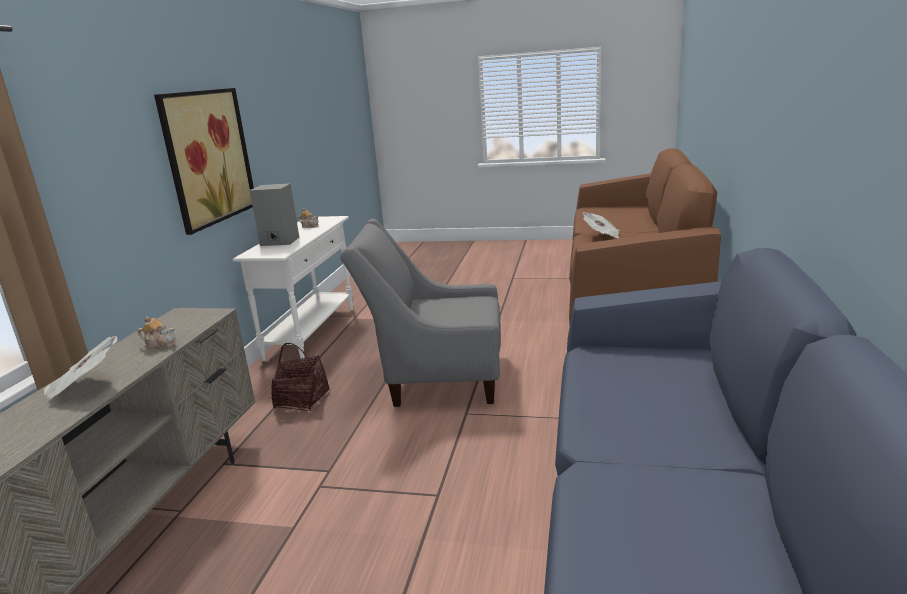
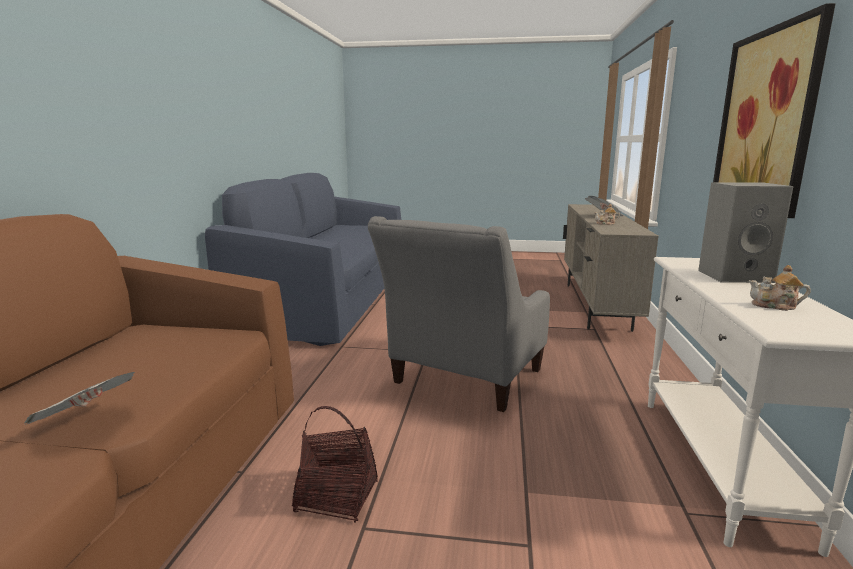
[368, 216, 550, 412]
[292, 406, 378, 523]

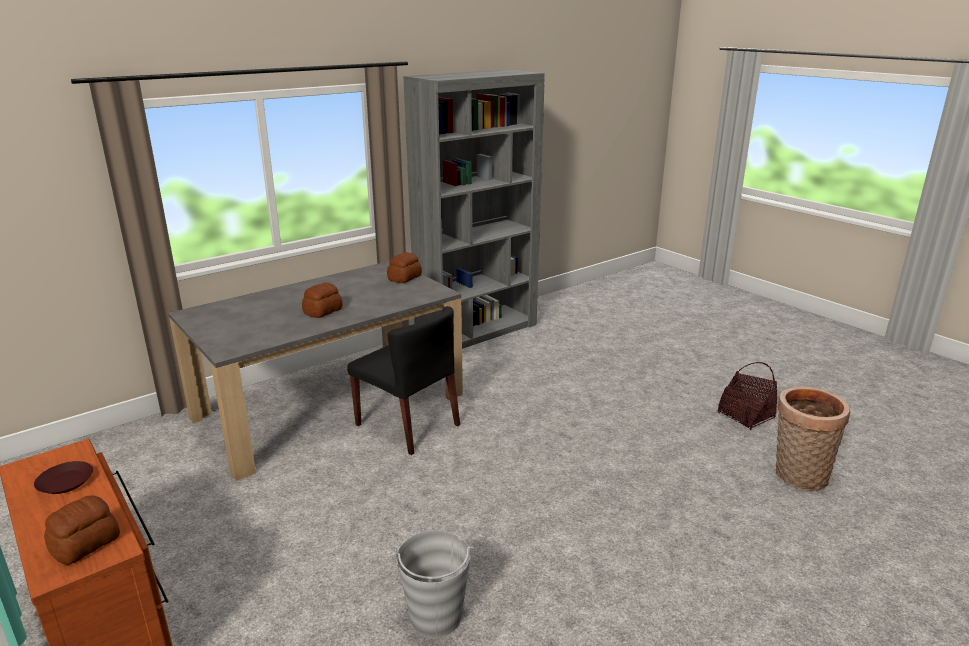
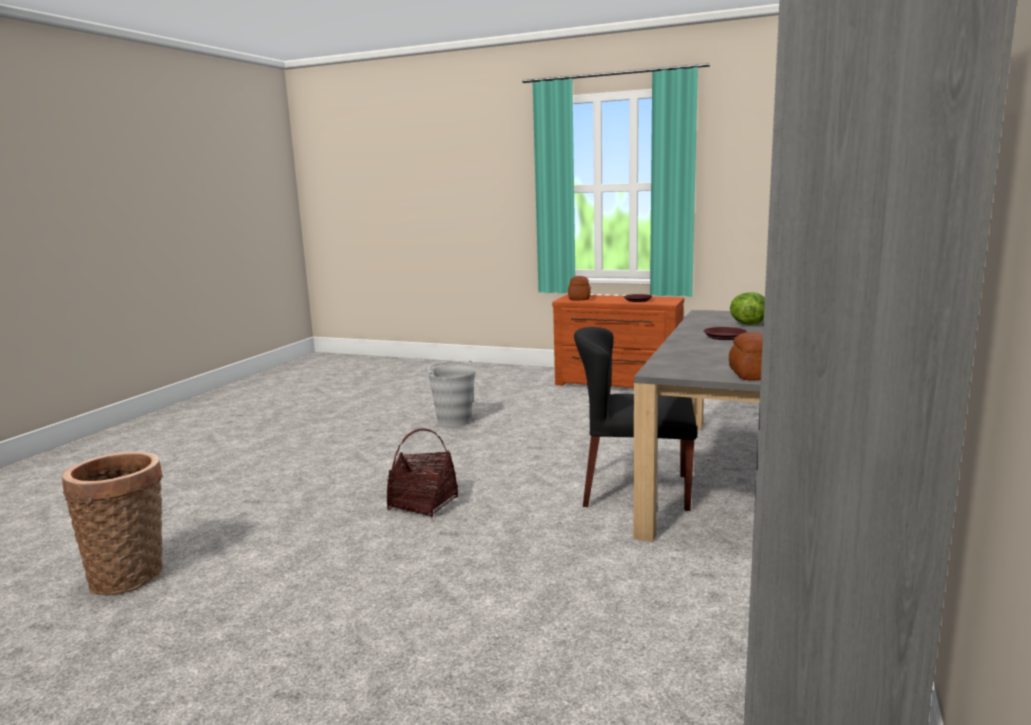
[703, 327, 747, 340]
[386, 428, 458, 517]
[730, 292, 765, 325]

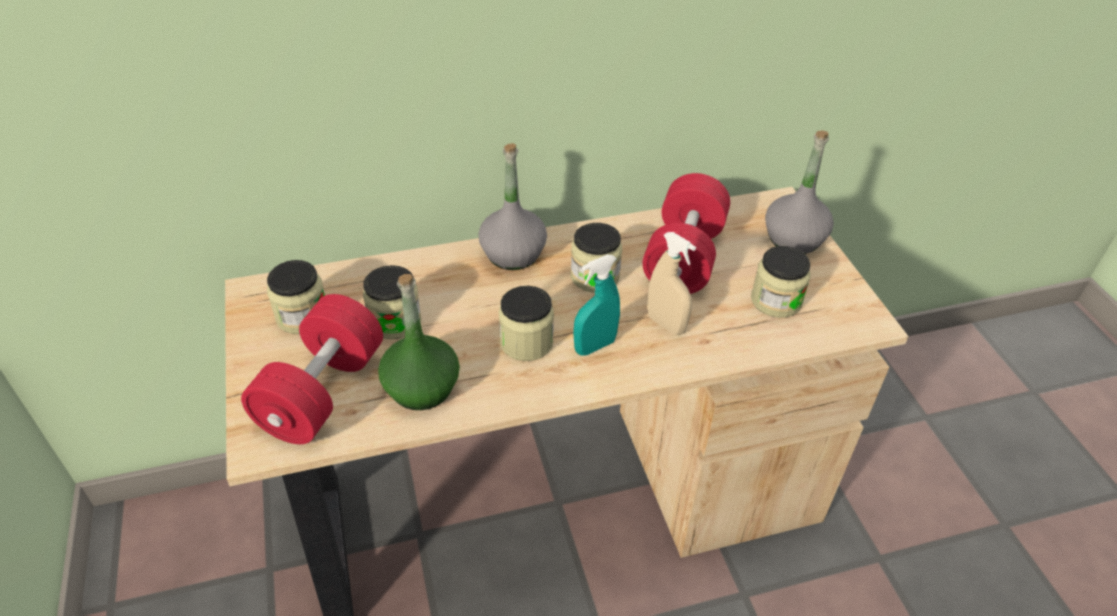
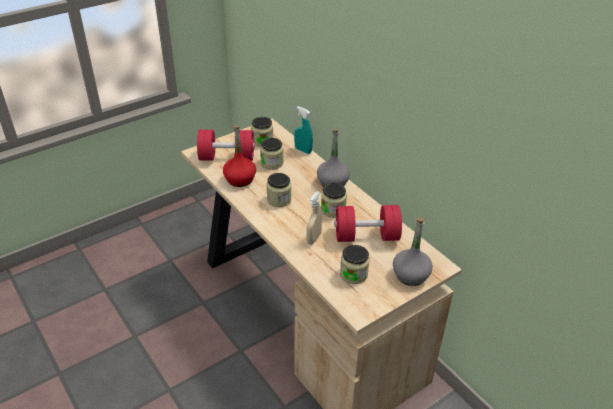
[294, 106, 313, 154]
[223, 126, 256, 187]

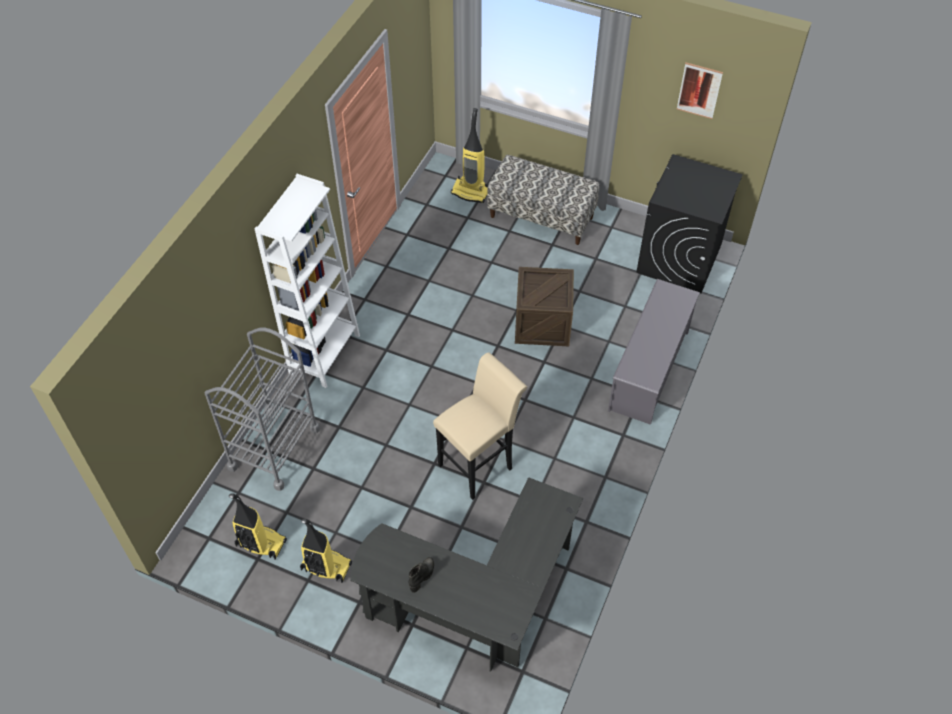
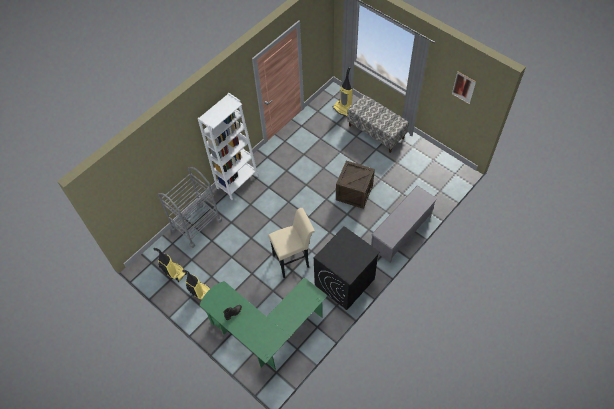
[314, 226, 380, 310]
[200, 277, 328, 369]

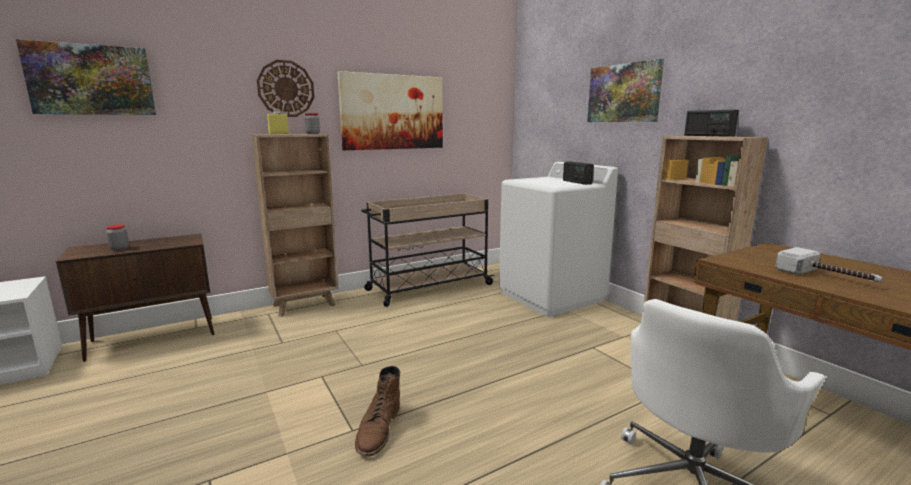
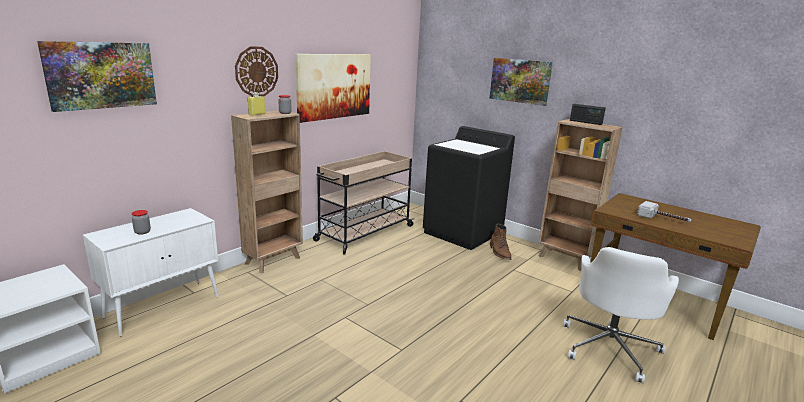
[563, 161, 594, 185] (first image)
[423, 126, 515, 250]
[83, 208, 219, 337]
[490, 224, 512, 260]

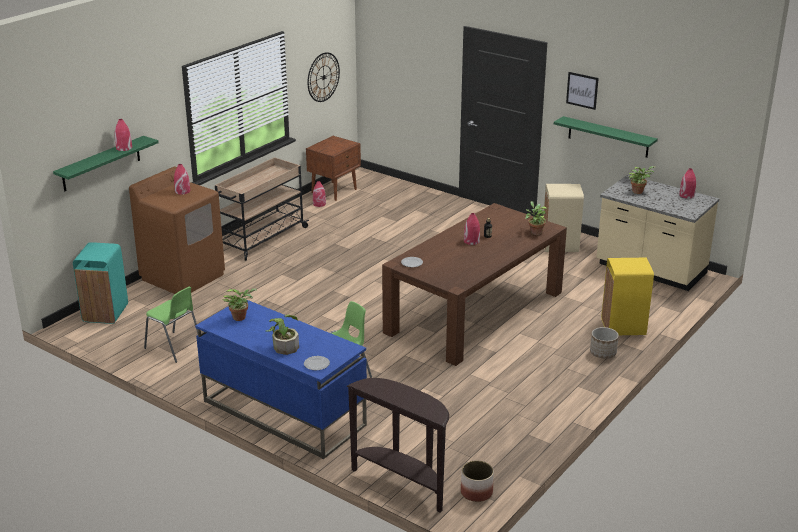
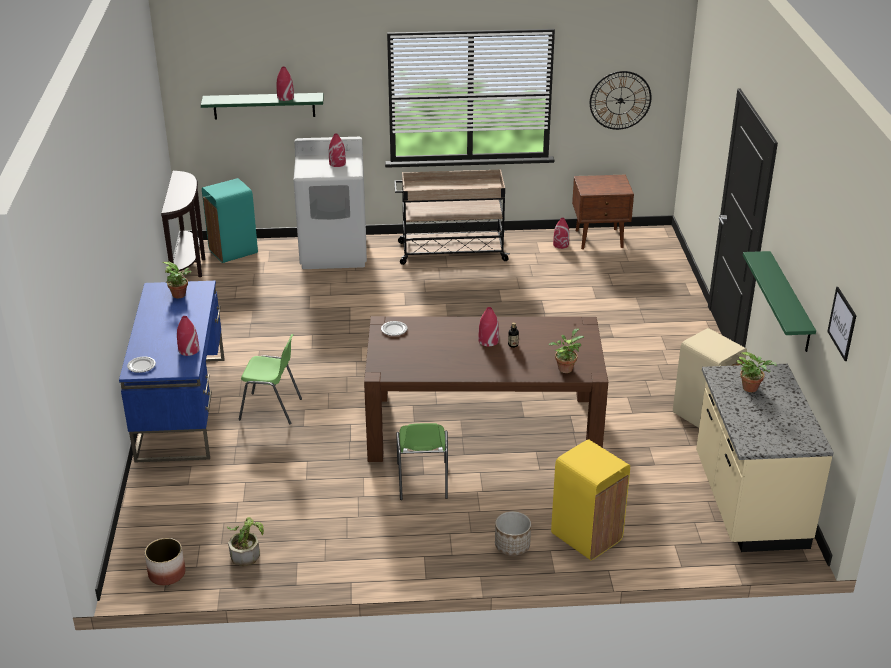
[827, 287, 857, 361]
[293, 137, 367, 269]
[177, 316, 199, 356]
[396, 423, 448, 500]
[227, 517, 264, 566]
[161, 171, 205, 277]

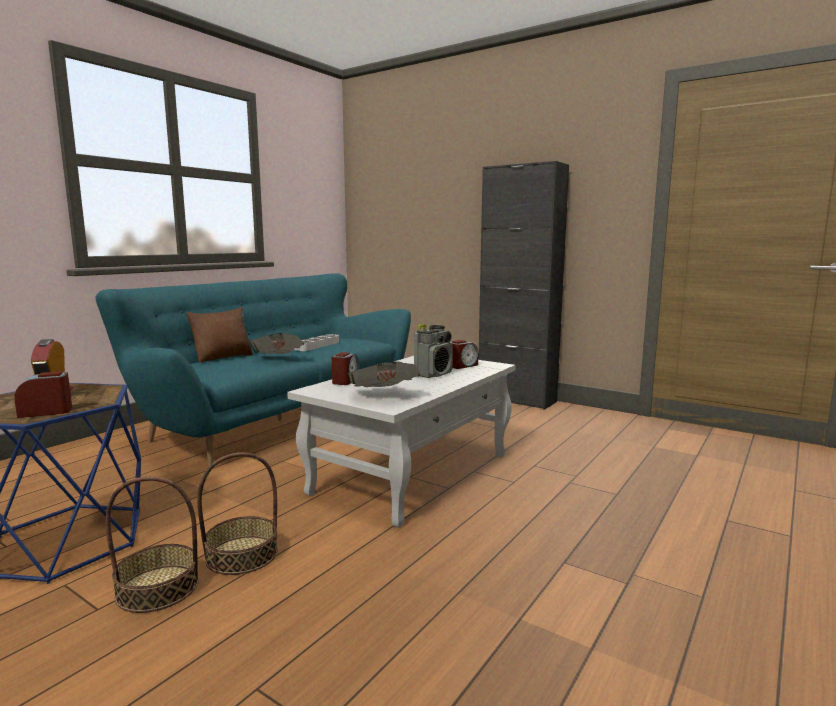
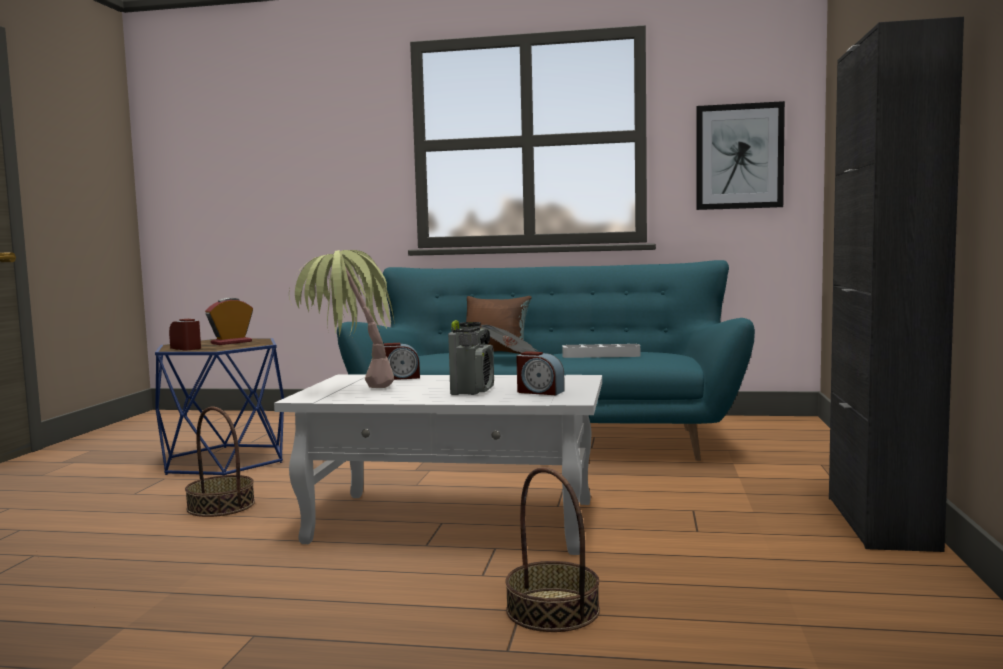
[448, 320, 494, 395]
[289, 250, 395, 388]
[505, 467, 600, 632]
[696, 101, 785, 210]

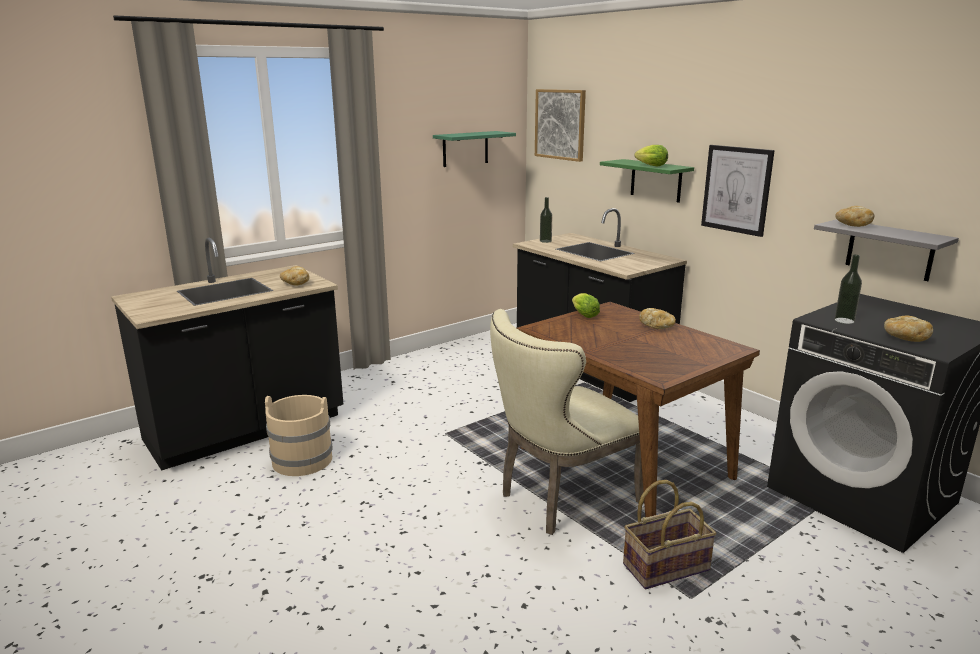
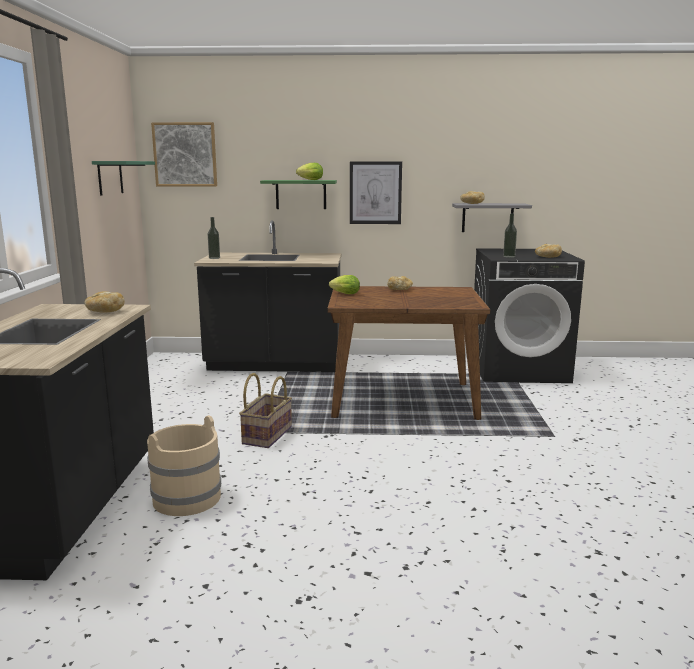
[490, 309, 644, 535] (first image)
[239, 373, 292, 448]

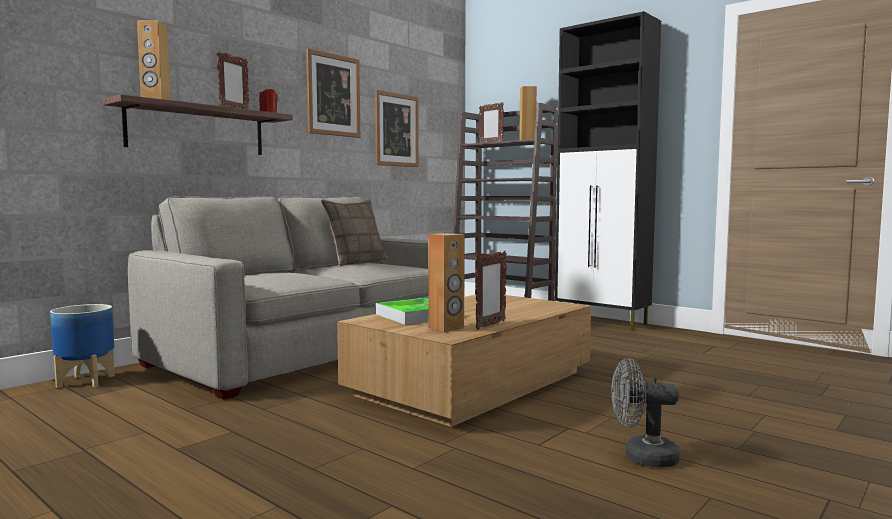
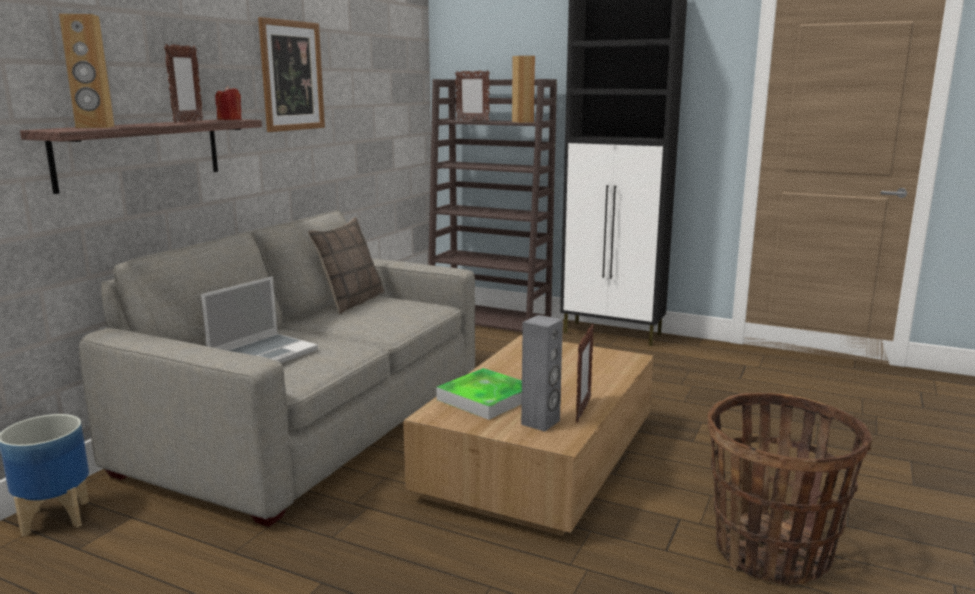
[375, 90, 419, 167] (first image)
[521, 315, 563, 432]
[708, 393, 872, 585]
[201, 276, 318, 363]

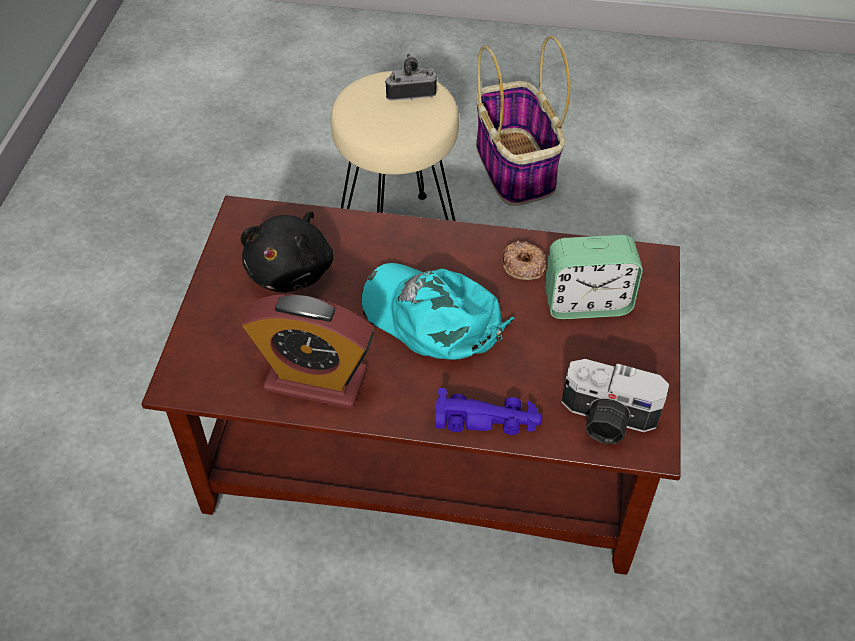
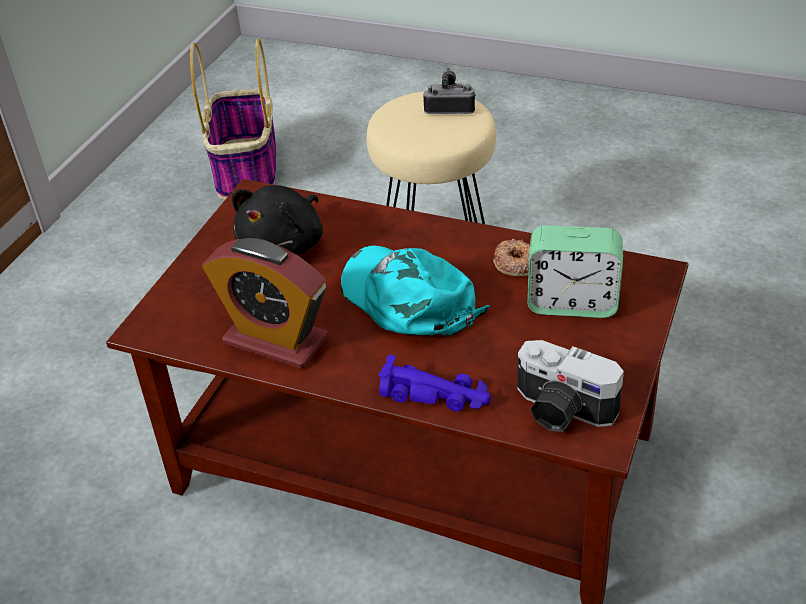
[190, 38, 276, 200]

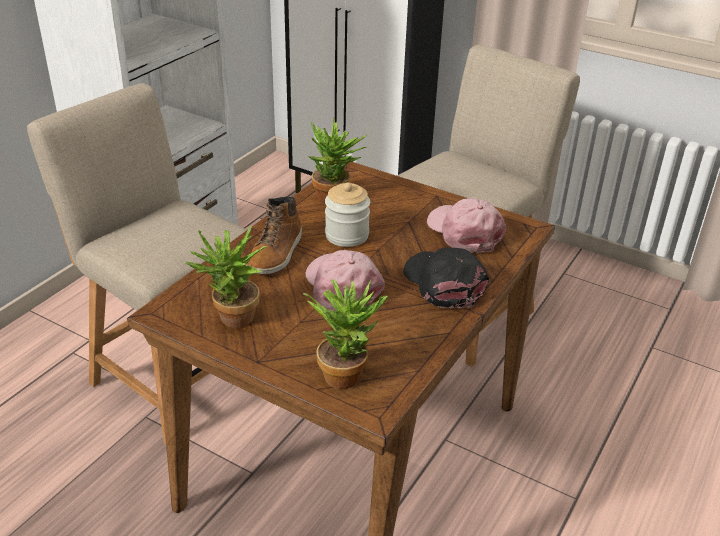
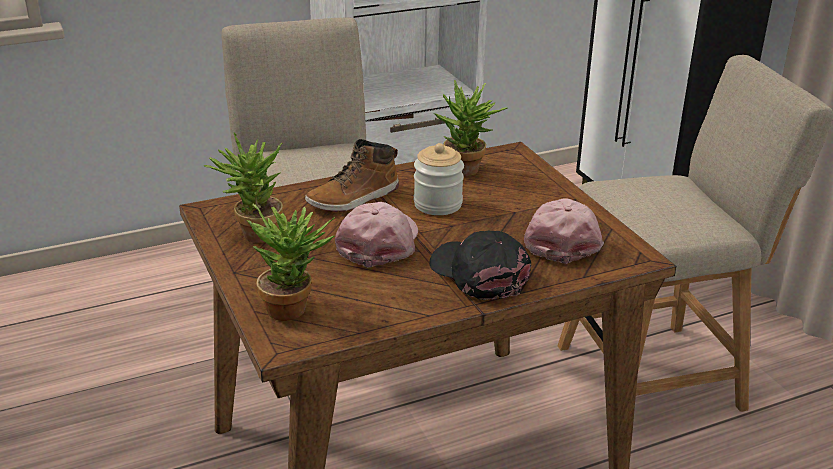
[429, 231, 531, 300]

